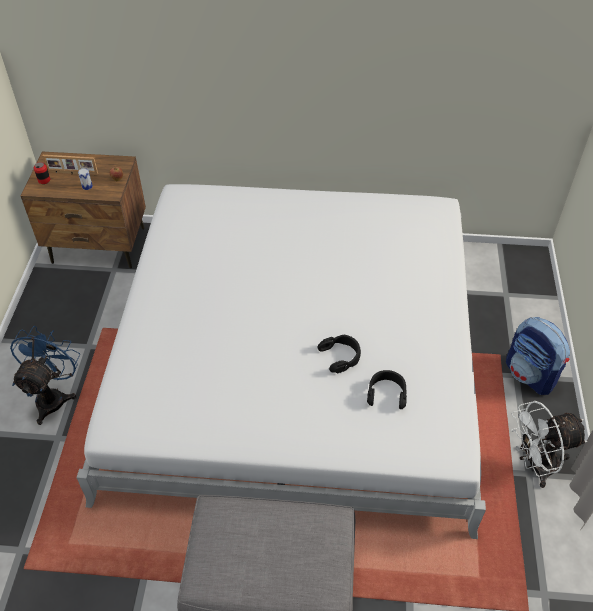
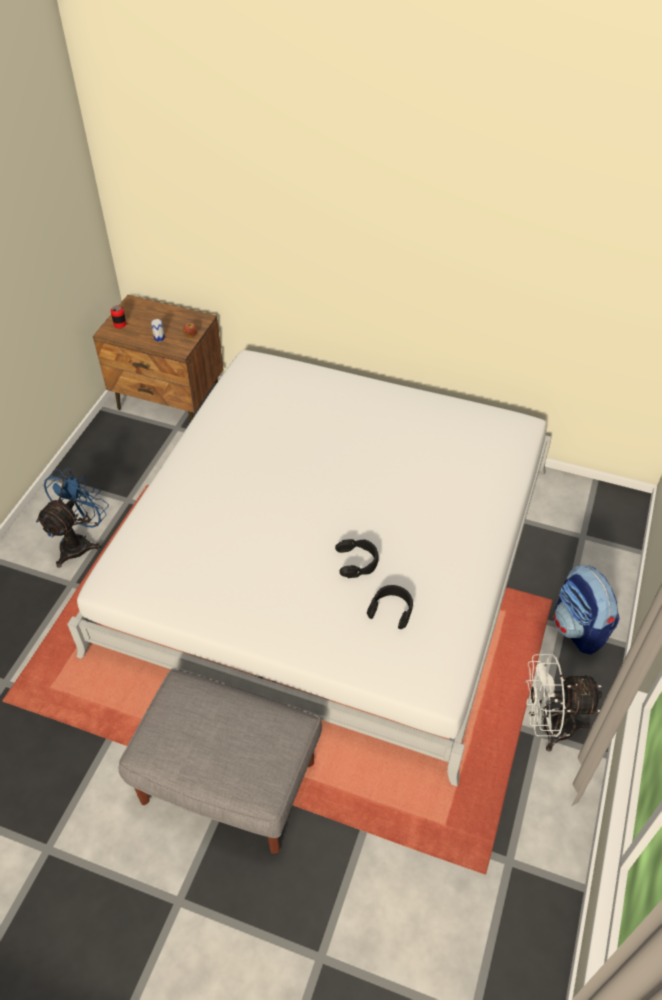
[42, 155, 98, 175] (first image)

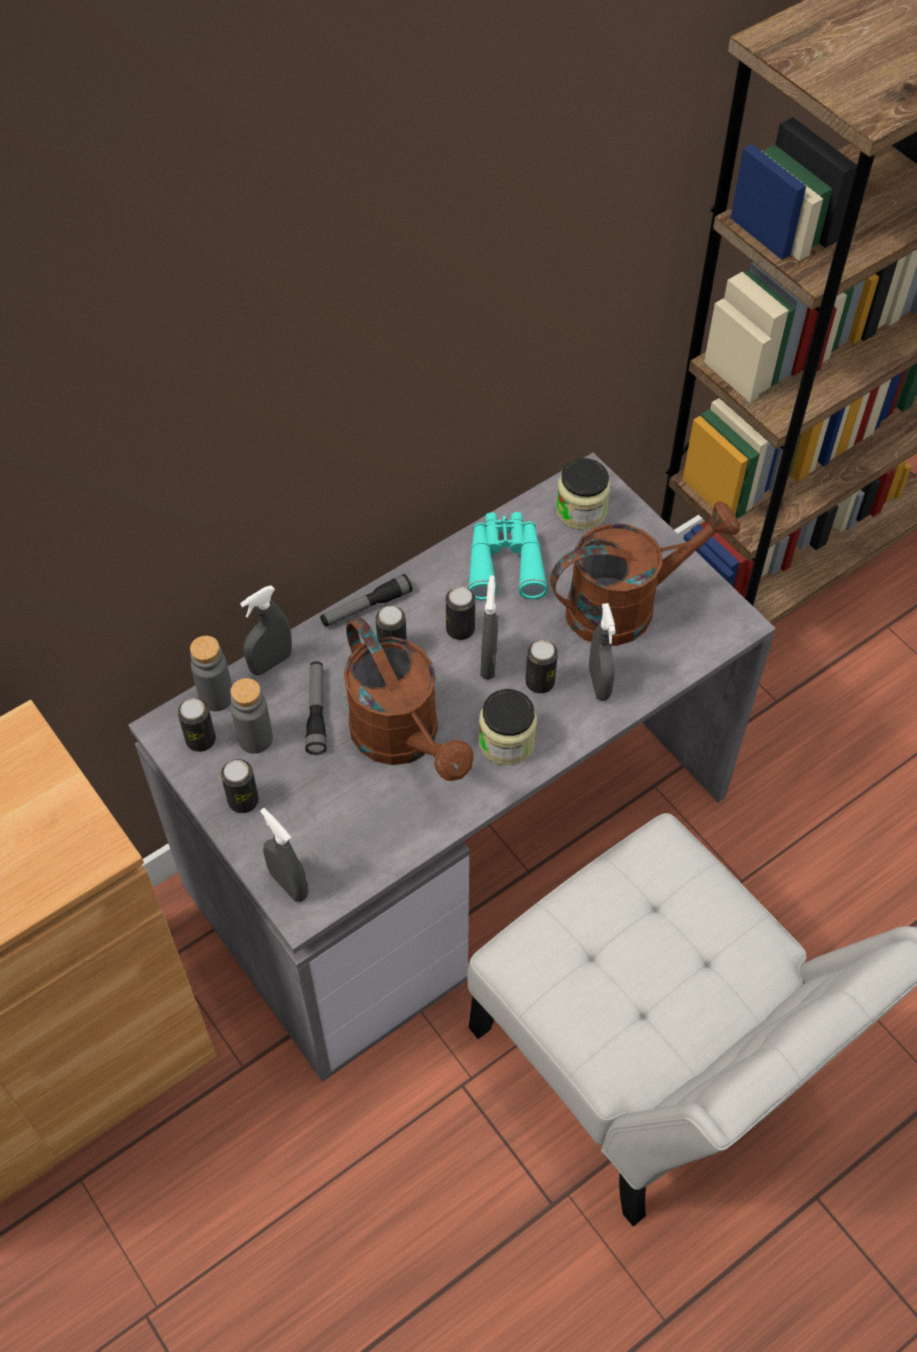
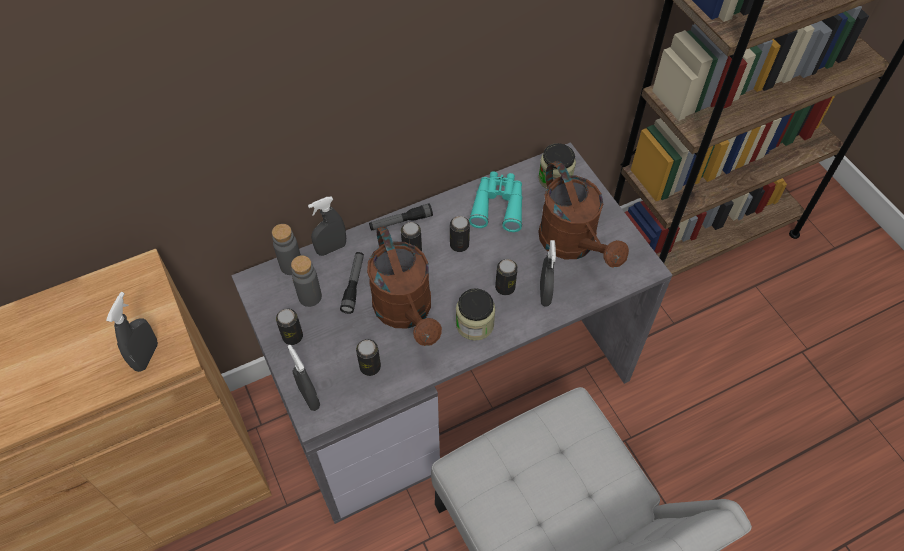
[538, 161, 629, 268]
[106, 292, 158, 372]
[356, 339, 381, 376]

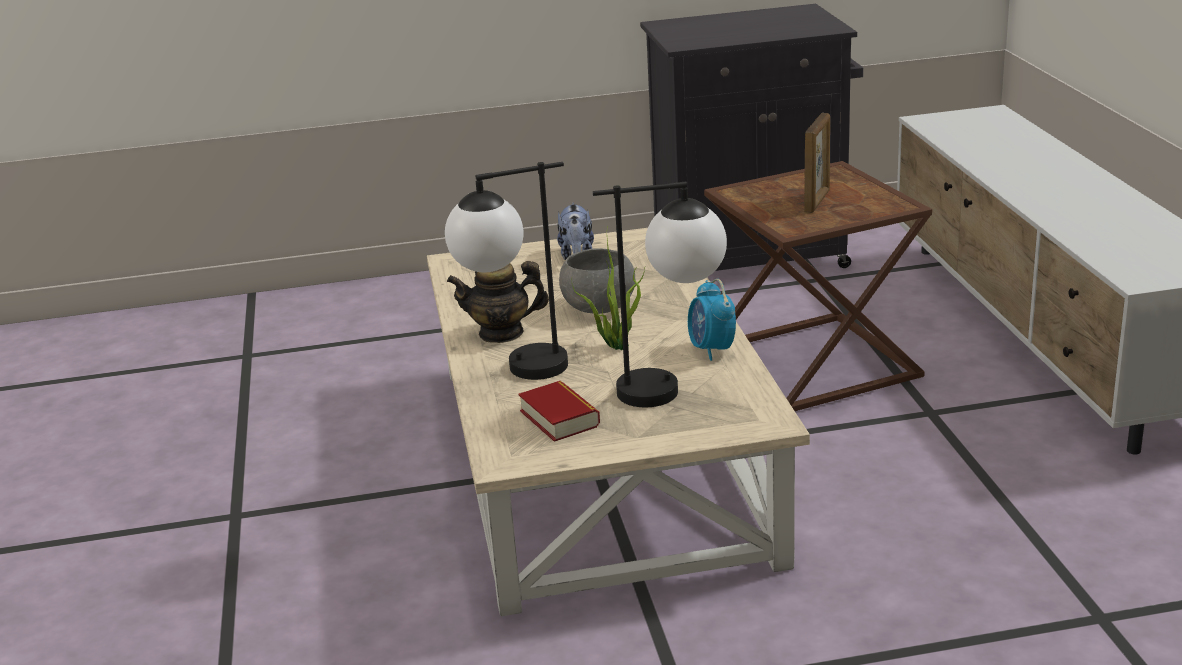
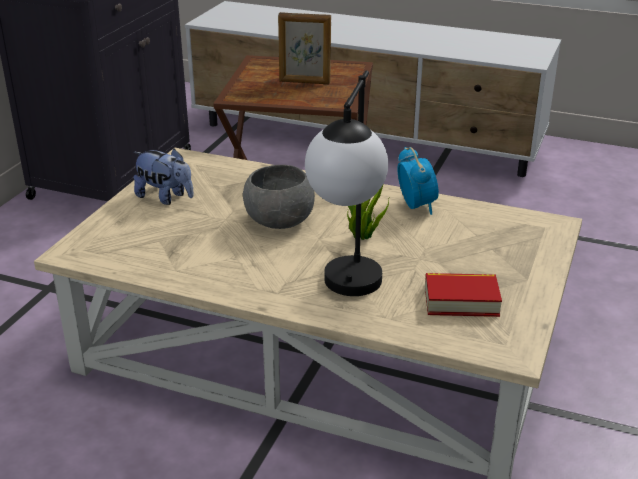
[278, 12, 331, 84]
[593, 182, 727, 407] (first image)
[447, 261, 549, 343] (first image)
[397, 147, 439, 215]

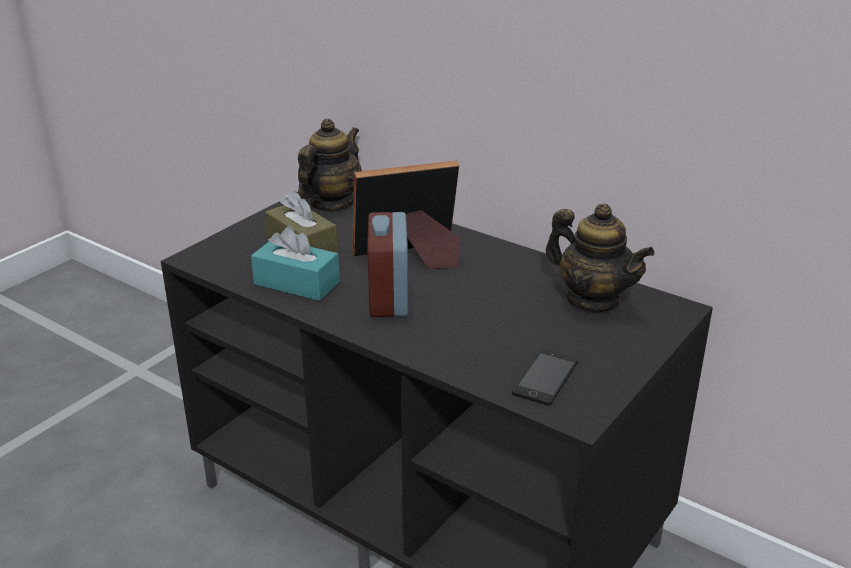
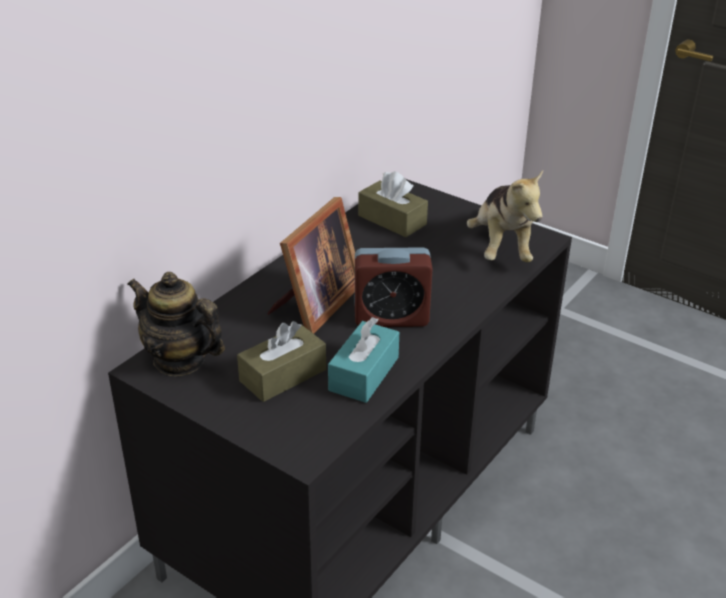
[267, 197, 355, 334]
[358, 171, 428, 237]
[467, 170, 543, 262]

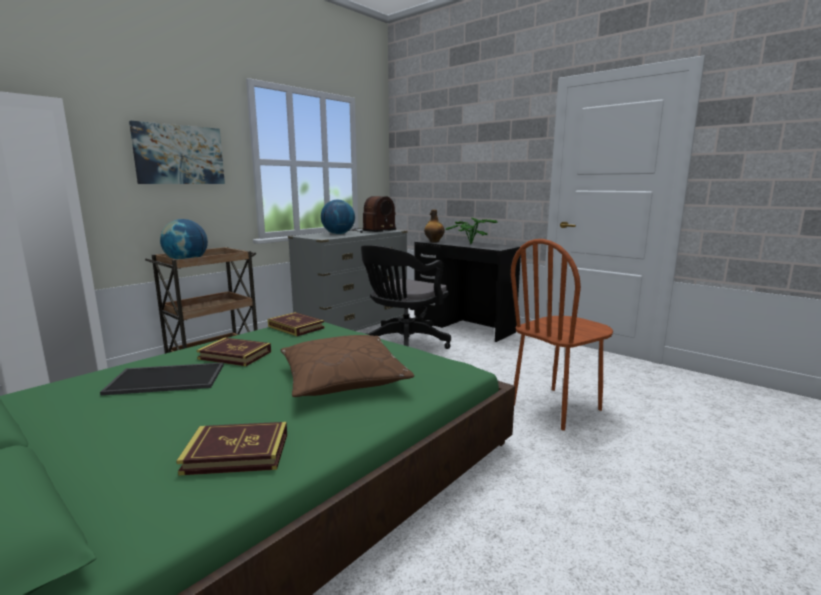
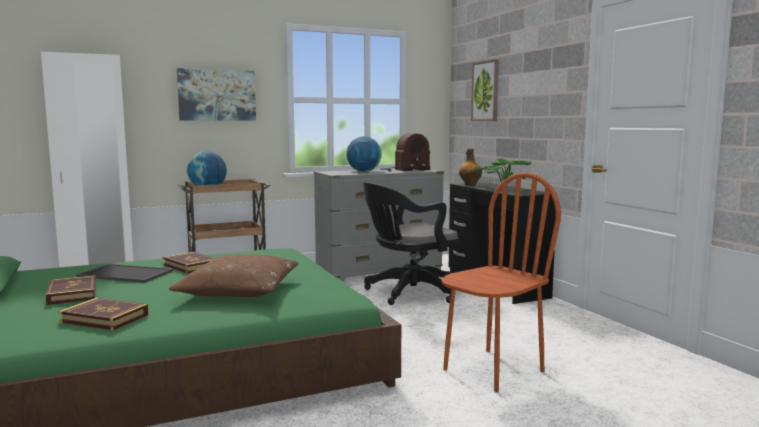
[442, 172, 561, 392]
[46, 275, 96, 305]
[471, 59, 499, 121]

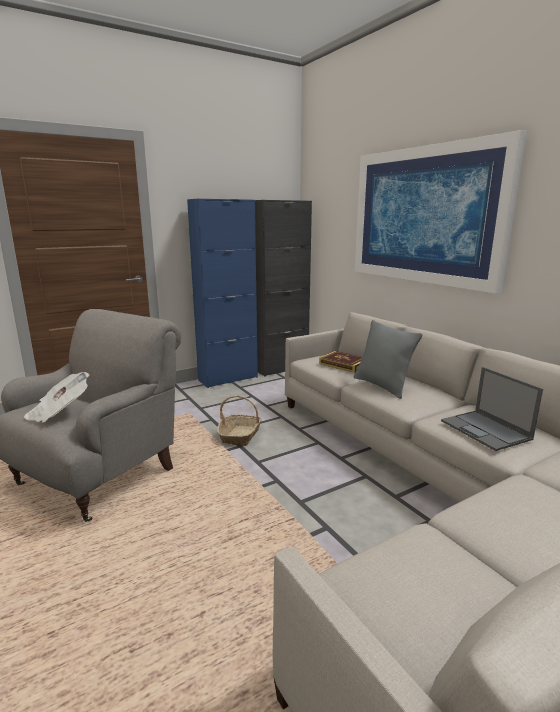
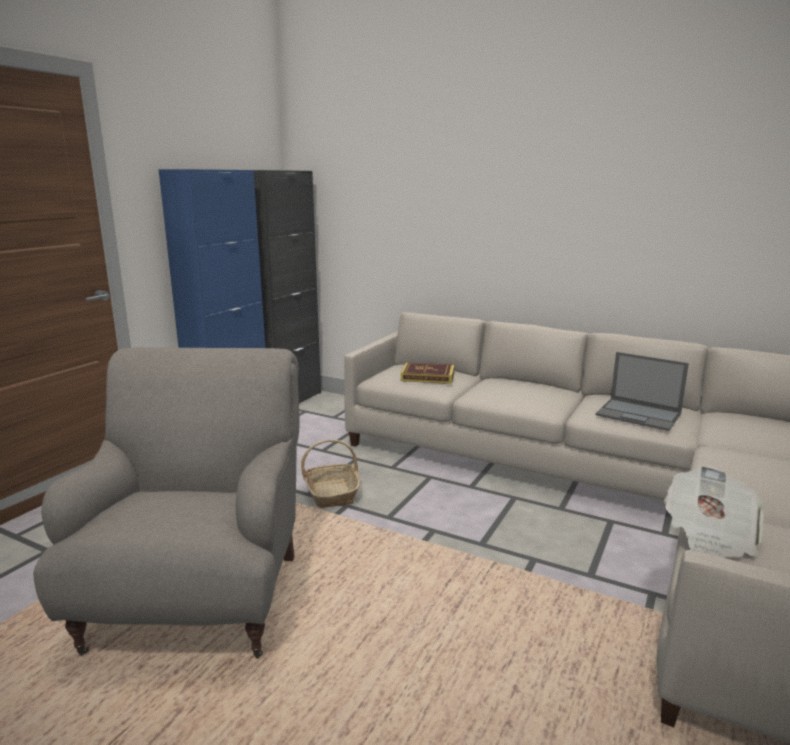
[355, 130, 527, 294] (first image)
[353, 320, 422, 399] (first image)
[663, 465, 765, 558]

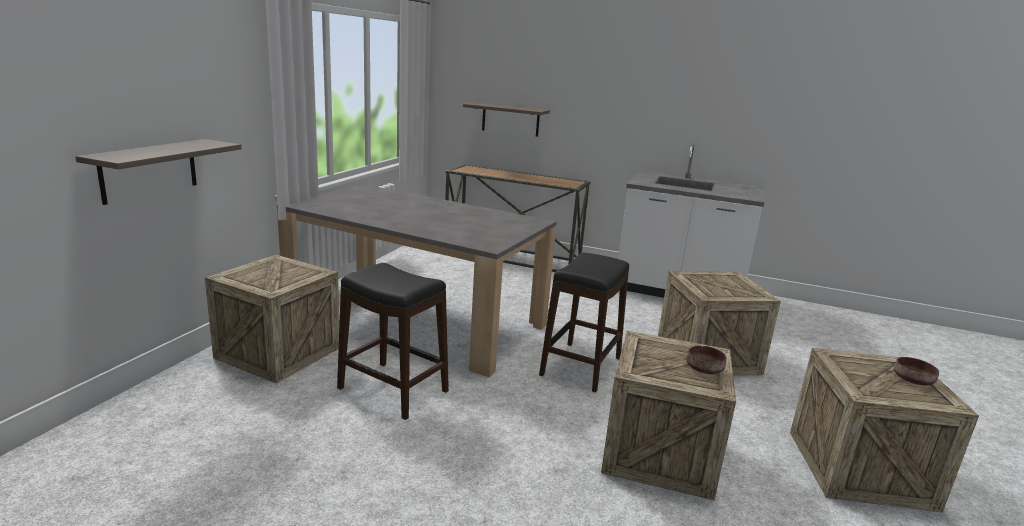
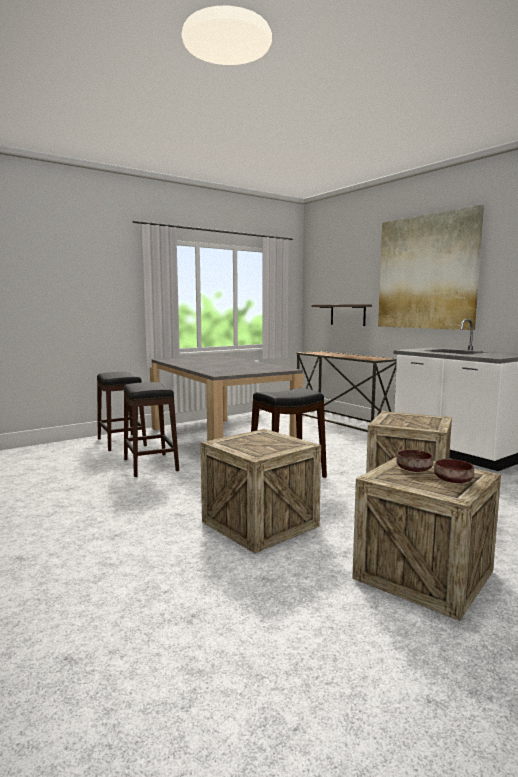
[75, 139, 242, 205] (first image)
[97, 372, 147, 451]
[396, 450, 433, 472]
[378, 205, 484, 330]

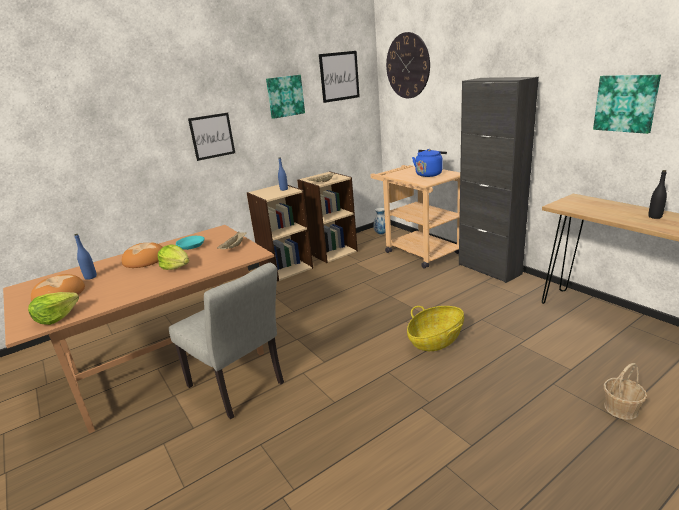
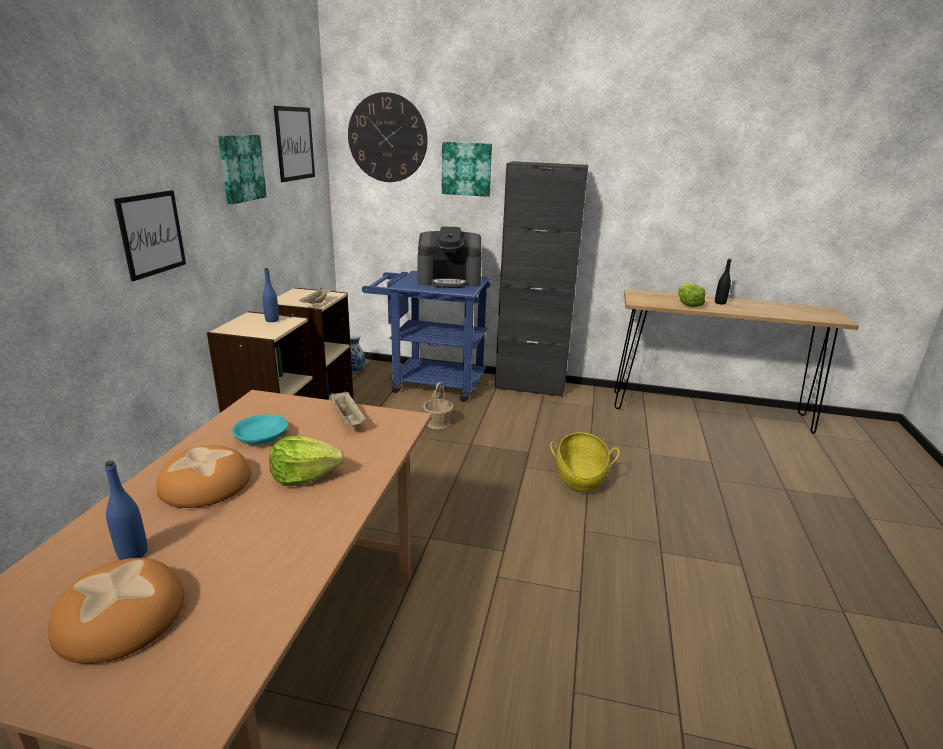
[442, 142, 492, 197]
[417, 226, 482, 288]
[362, 271, 490, 402]
[169, 263, 284, 419] (first image)
[678, 284, 706, 307]
[423, 382, 454, 429]

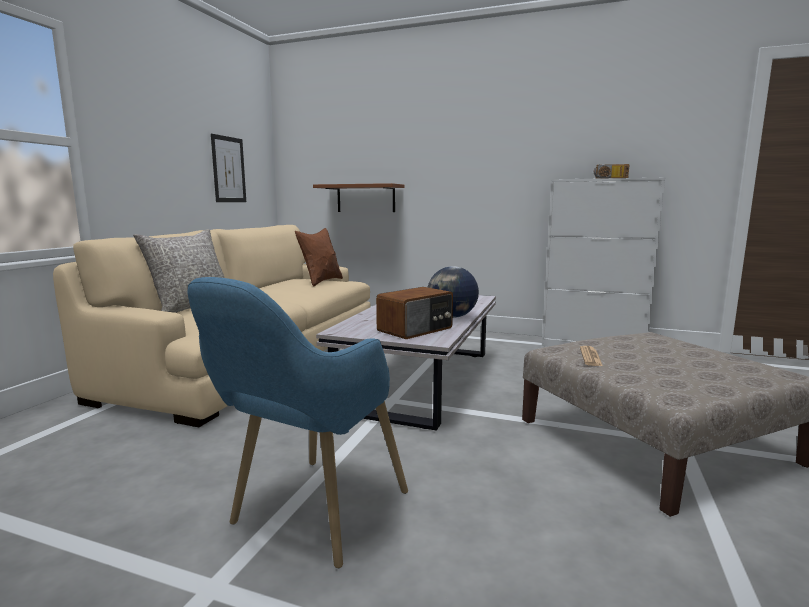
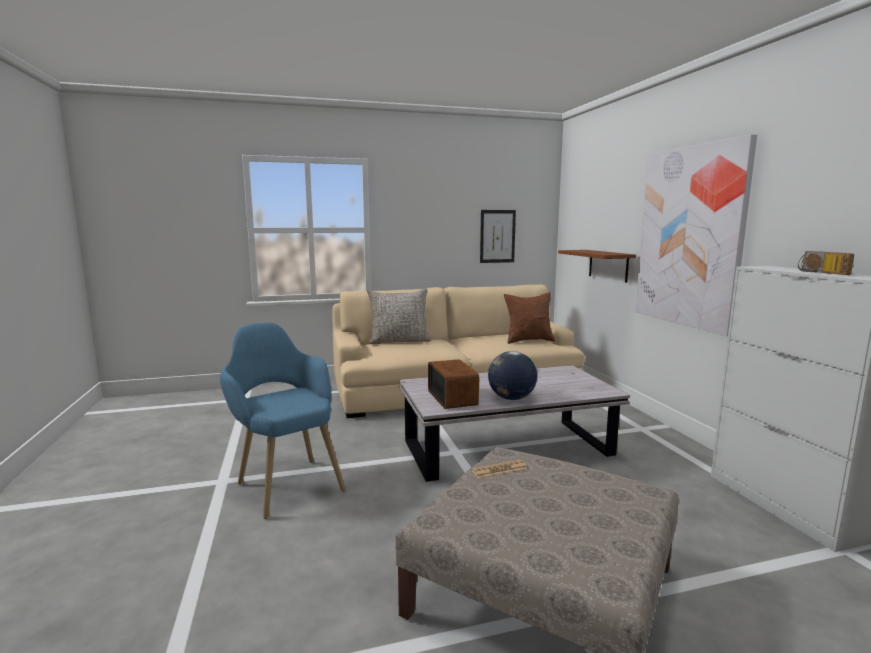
[220, 323, 346, 519]
[428, 359, 479, 409]
[635, 134, 757, 336]

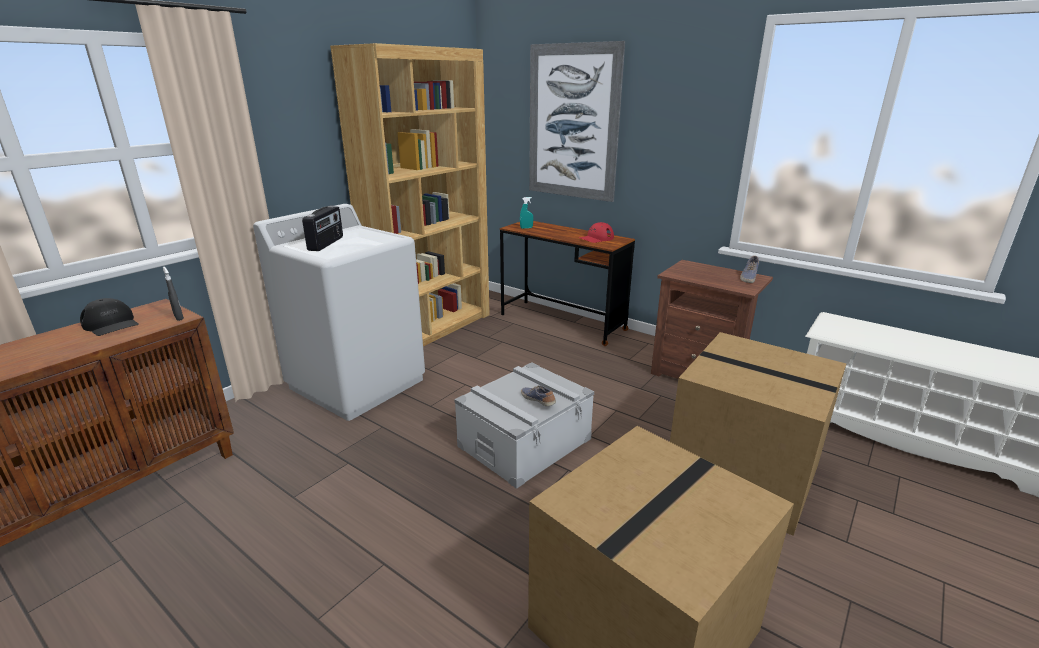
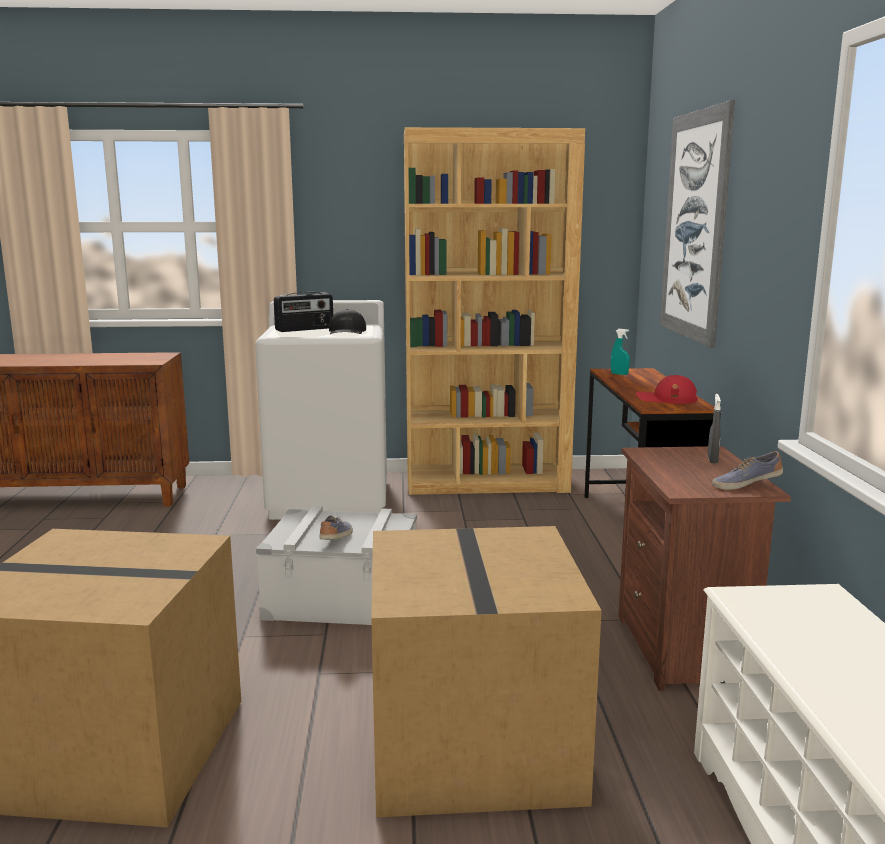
[708, 394, 721, 463]
[329, 309, 366, 334]

